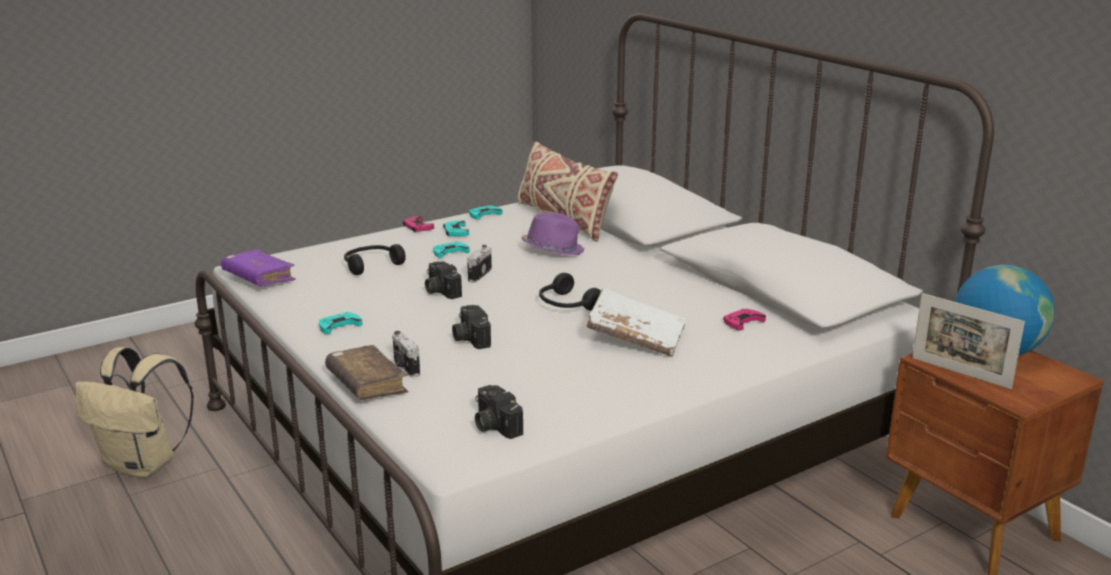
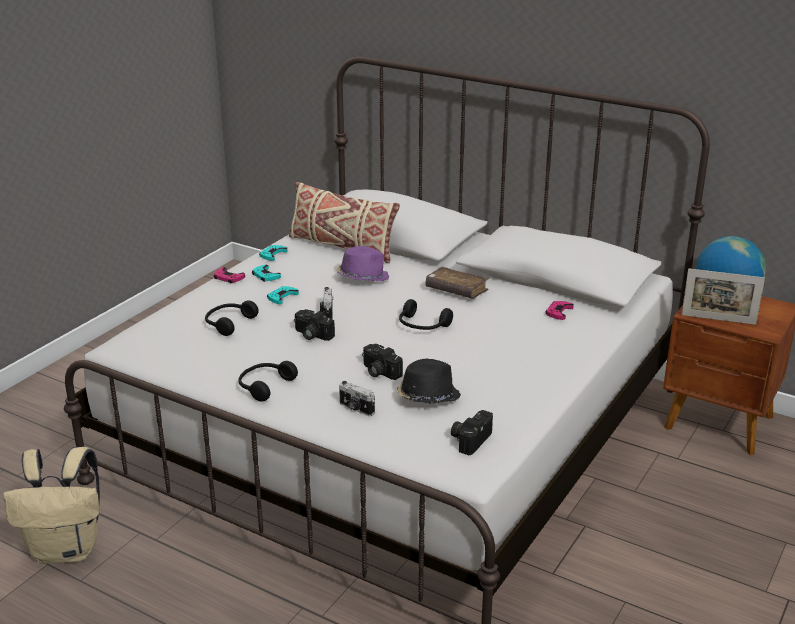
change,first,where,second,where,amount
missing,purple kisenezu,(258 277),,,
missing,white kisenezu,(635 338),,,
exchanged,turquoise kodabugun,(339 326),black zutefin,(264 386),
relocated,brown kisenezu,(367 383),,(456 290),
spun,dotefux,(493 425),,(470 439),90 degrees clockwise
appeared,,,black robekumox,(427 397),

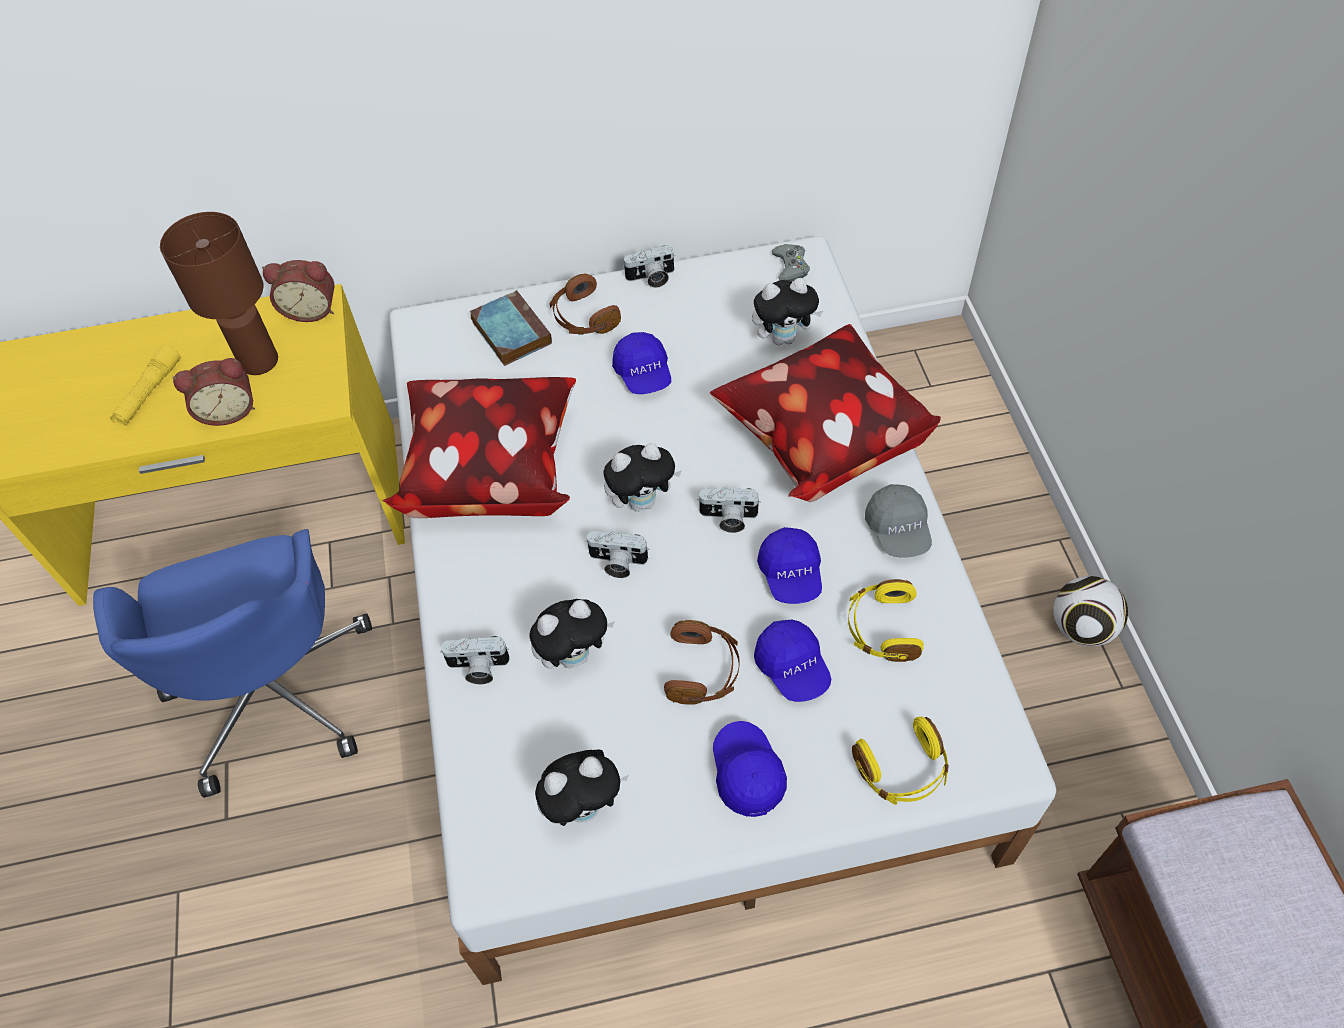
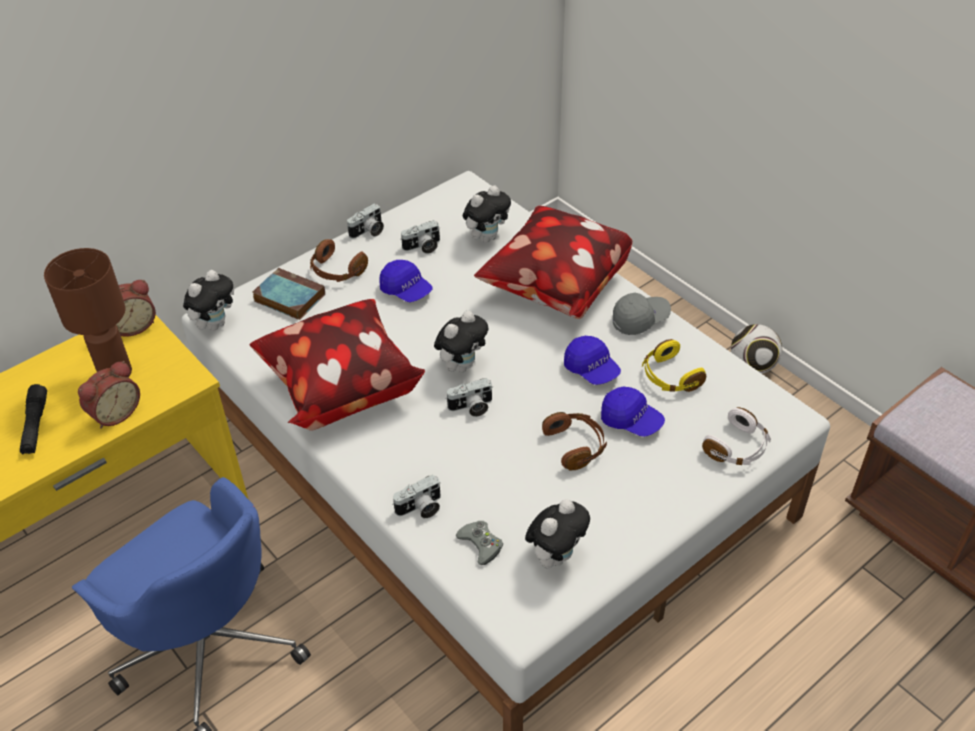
change,first,where,second,where,amount
relocated,grey kodabugun,(790 266),,(481 544),
colour,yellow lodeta,(149 393),black lodeta,(35 426),
spun,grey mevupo,(898 530),,(640 319),75 degrees counterclockwise
relocated,dotefux,(728 518),,(423 247),
relocated,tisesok,(574 655),,(215 324),
colour,yellow zutefin,(902 770),white zutefin,(737 448),
missing,blue mevupo,(747 773),,,

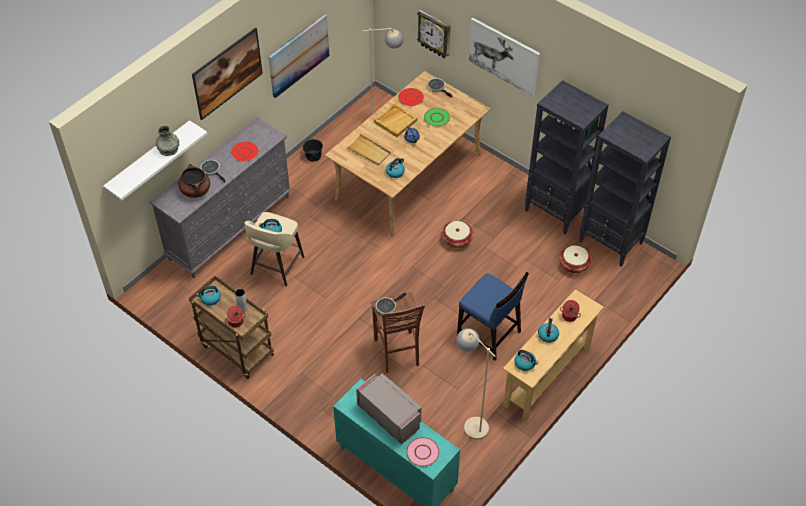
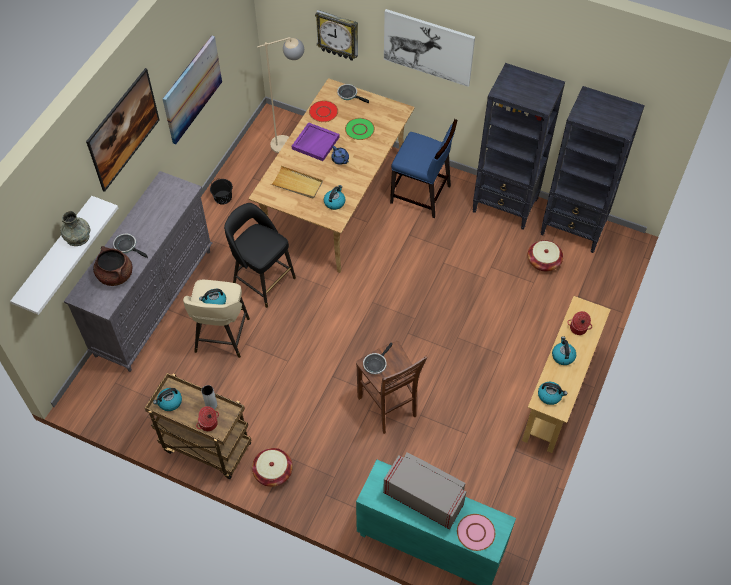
change,first,where,second,where,amount
colour,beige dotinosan,(395 121),purple dotinosan,(315 142),
missing,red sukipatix,(245 152),,,
relocated,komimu,(457 240),,(273 472),
relocated,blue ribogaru,(489 334),,(421 195),
missing,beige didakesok,(470 422),,,
appeared,,,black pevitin,(262 280),

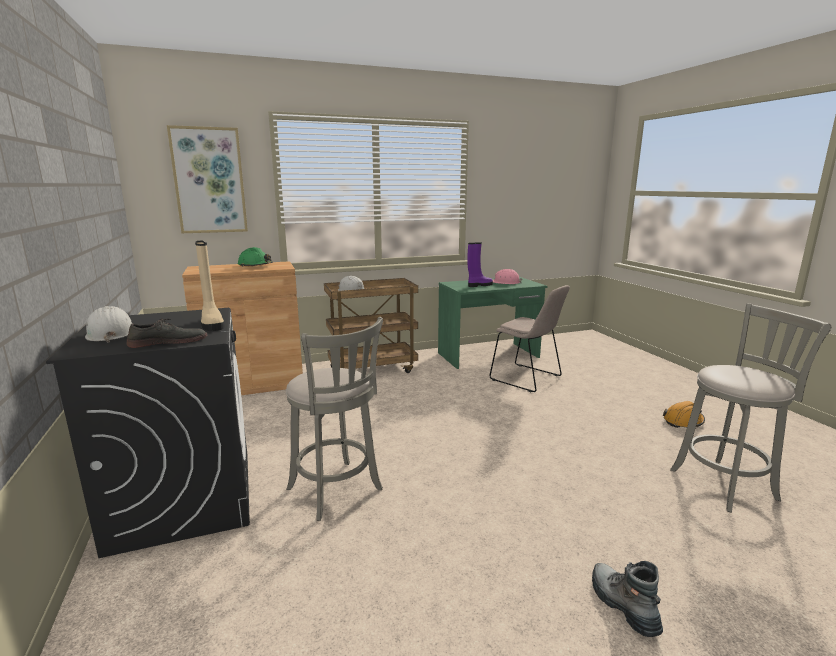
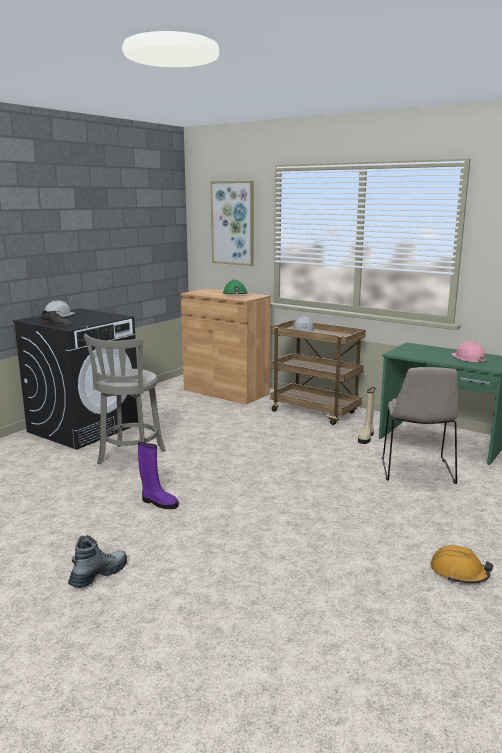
change,first,where,second,where,amount
relocated,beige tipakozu,(211 323),,(366 437),
relocated,purple tipakozu,(479 285),,(158 503),
missing,grey pevitin,(727 483),,,

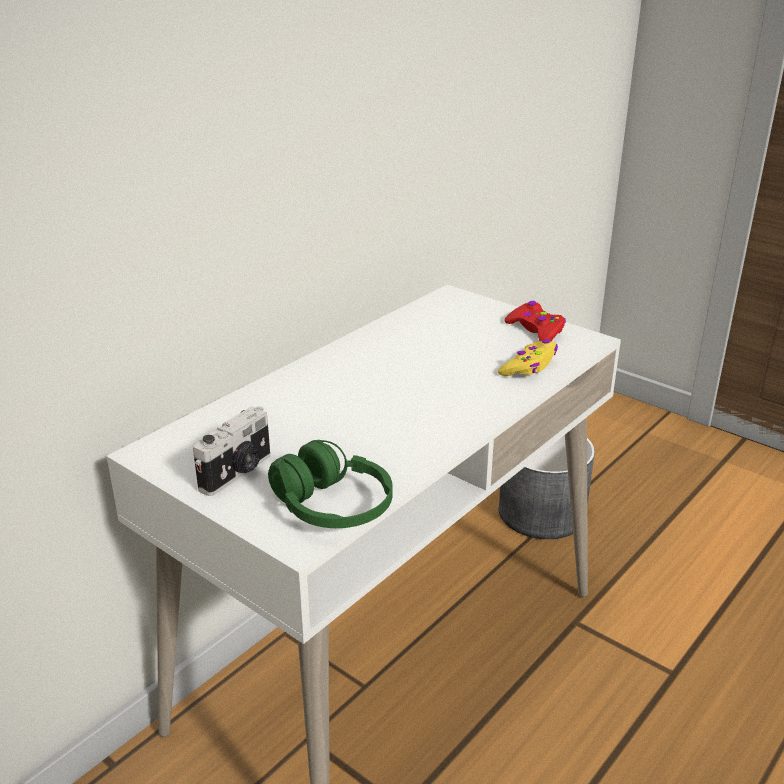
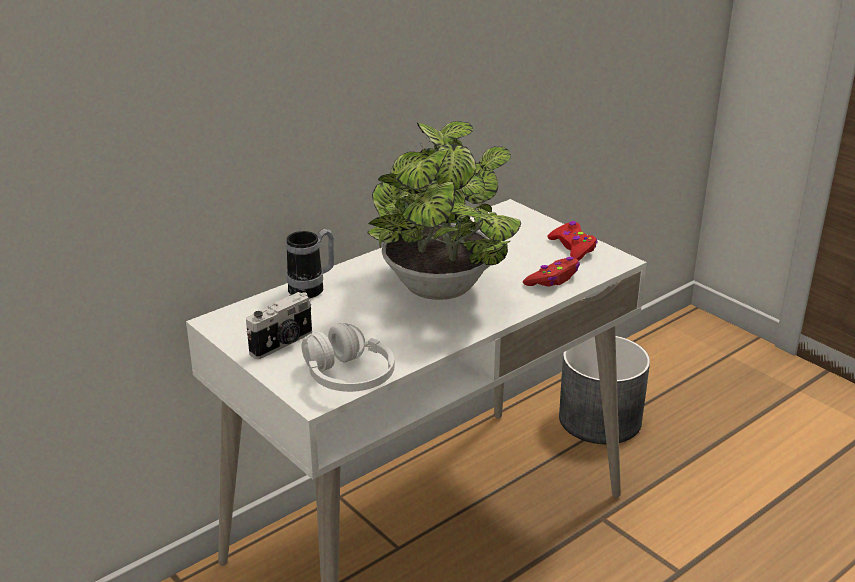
change,first,where,second,where,amount
colour,yellow kodabugun,(529 366),red kodabugun,(553 279),
colour,green zutefin,(332 507),white zutefin,(348 377),
appeared,,,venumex,(439 292),
appeared,,,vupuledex,(312 288),

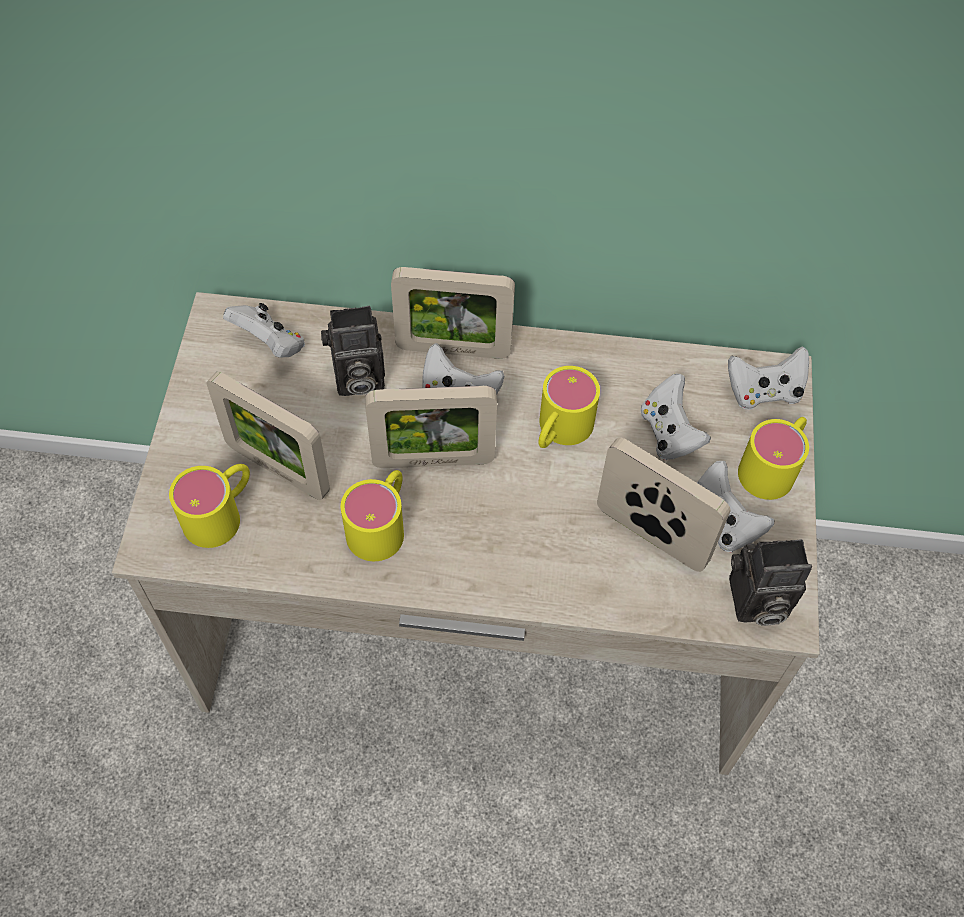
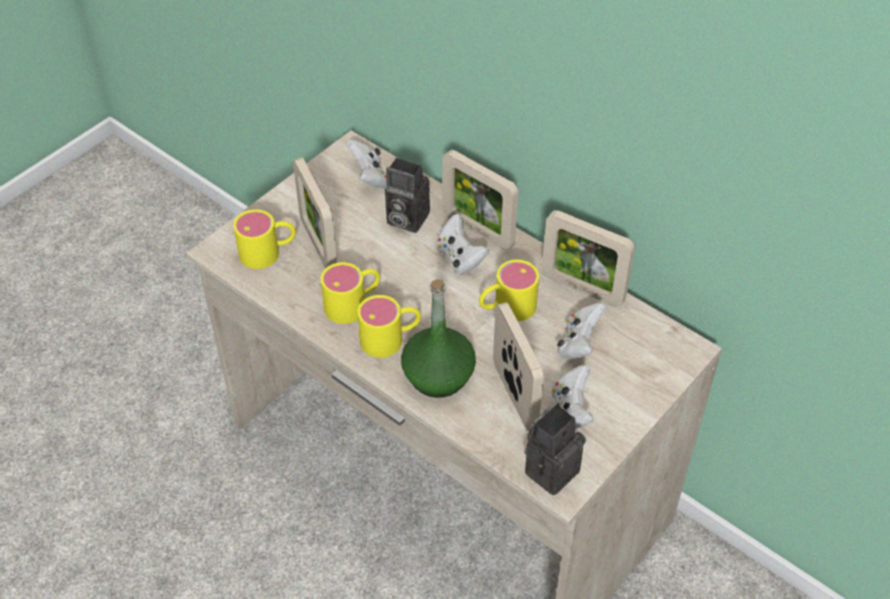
change,first,where,second,where,amount
missing,white kodabugun,(764 392),,,
relocated,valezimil,(433 460),,(582 289),
relocated,yellow vupuledex,(773 466),,(391 338),
spun,dotefux,(755 602),,(551 468),105 degrees clockwise
appeared,,,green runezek,(438 376),

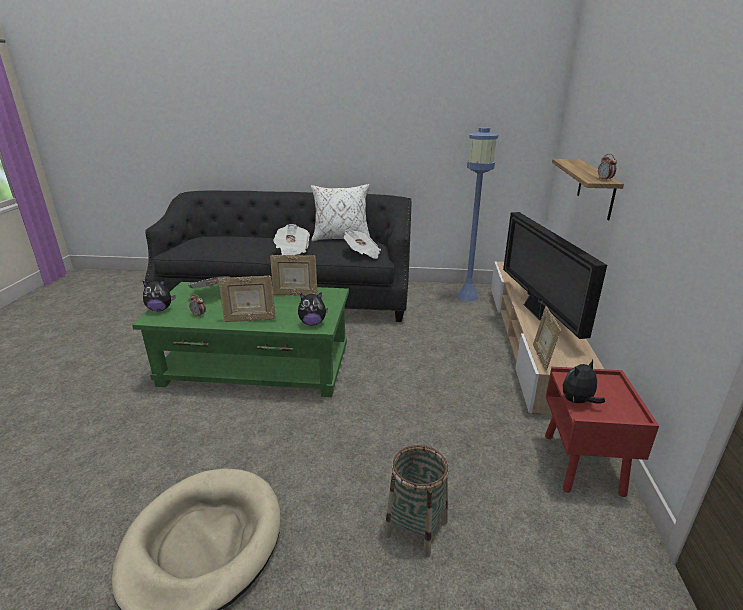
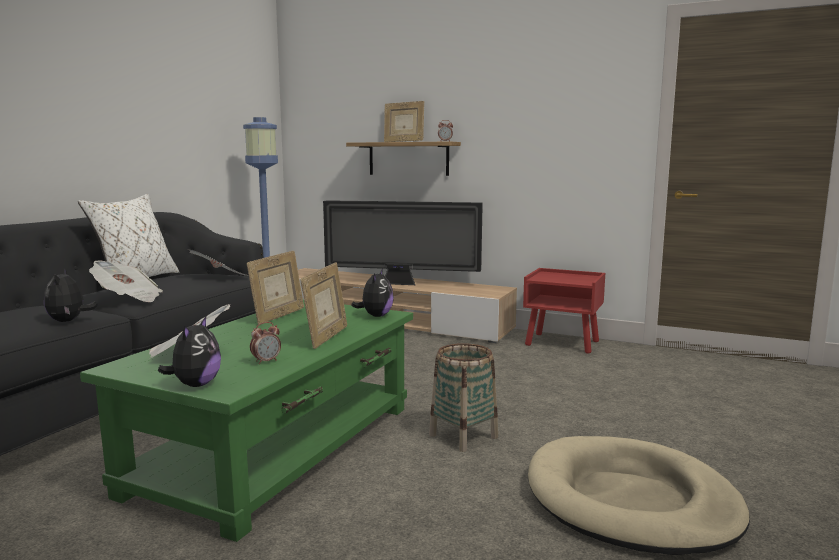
change,first,where,second,where,amount
relocated,valezimil,(542 357),,(403 142),
relocated,tisesok,(578 402),,(69 321),
relocated,komimu,(416 528),,(463 436),

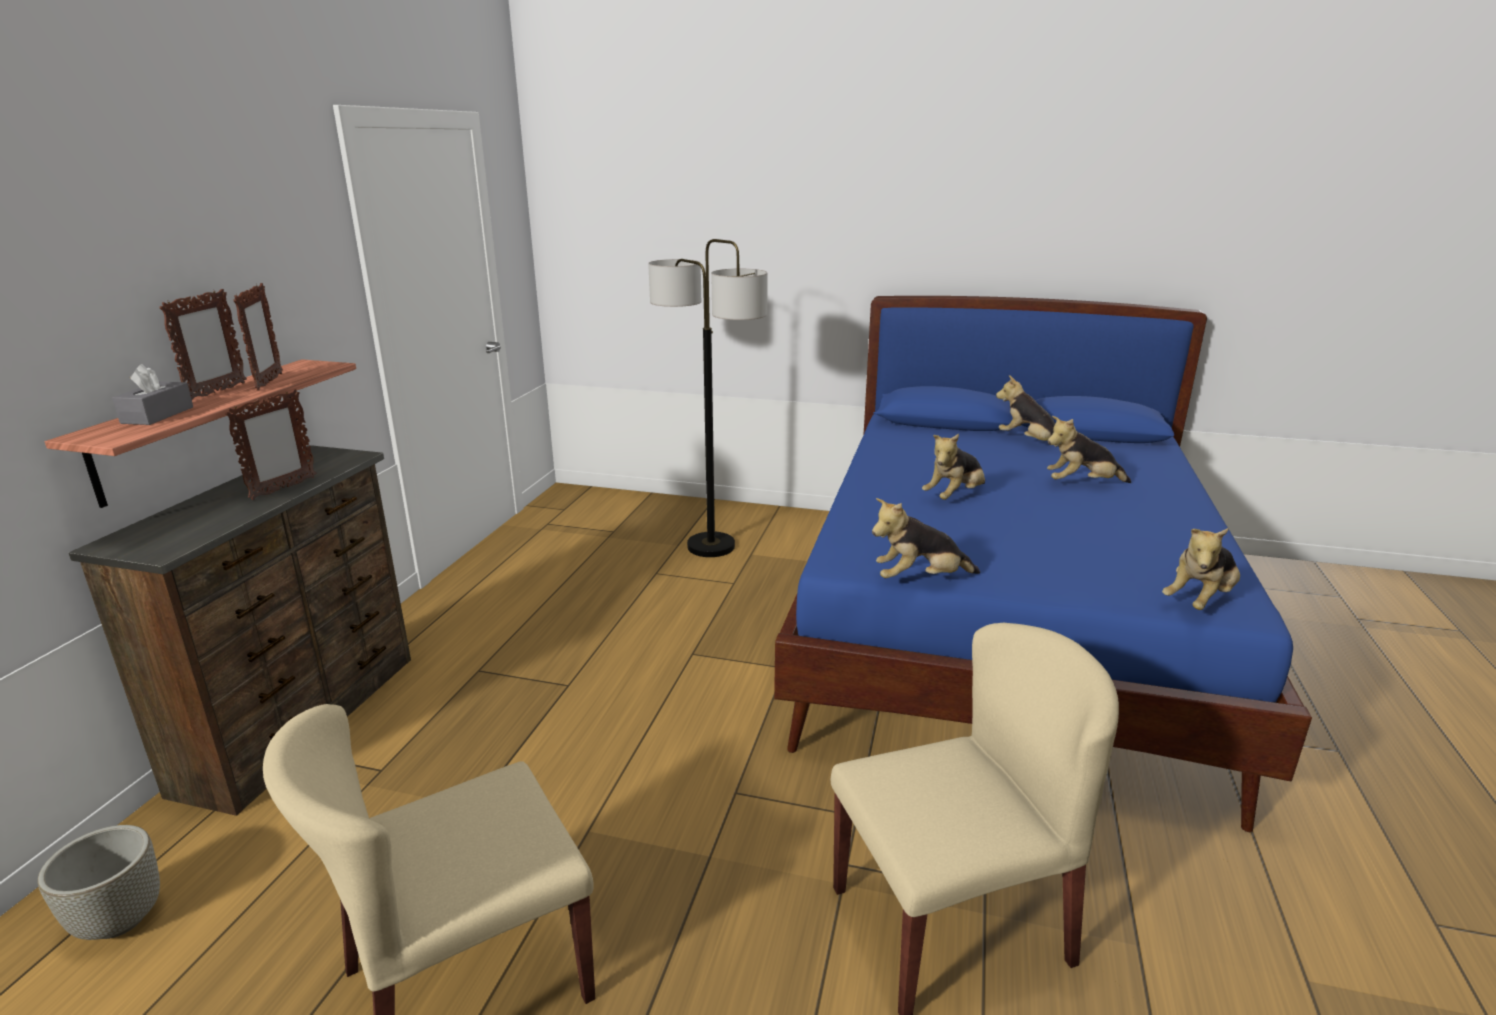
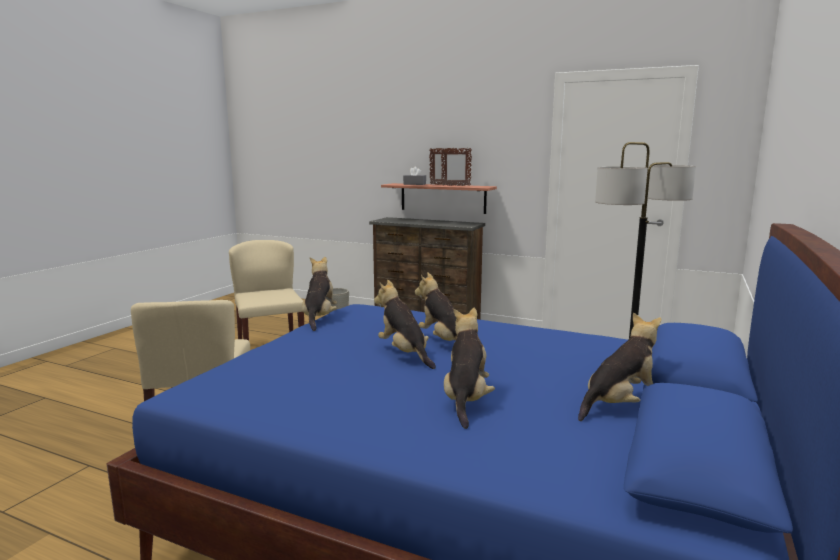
change,first,where,second,where,amount
missing,valezimil,(283 488),,,
relocated,tisesok,(1199 601),,(404 353),

